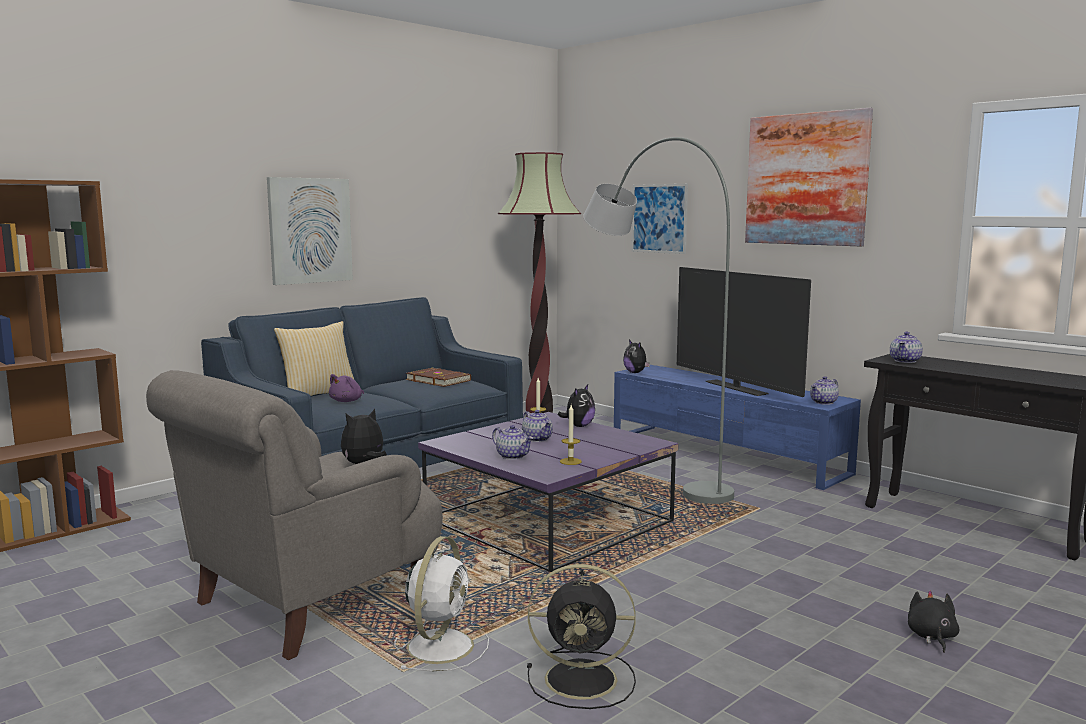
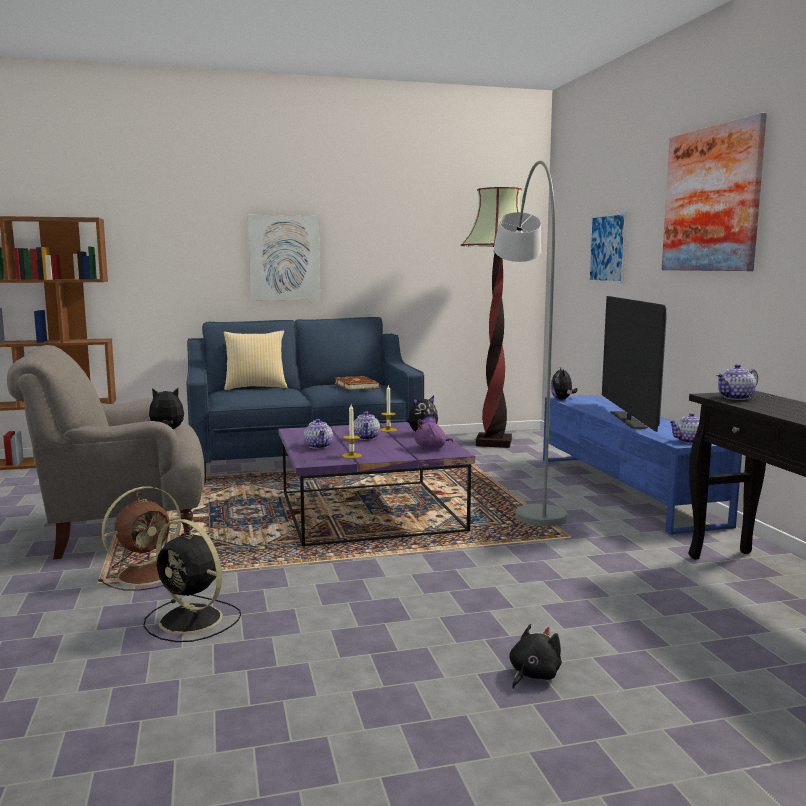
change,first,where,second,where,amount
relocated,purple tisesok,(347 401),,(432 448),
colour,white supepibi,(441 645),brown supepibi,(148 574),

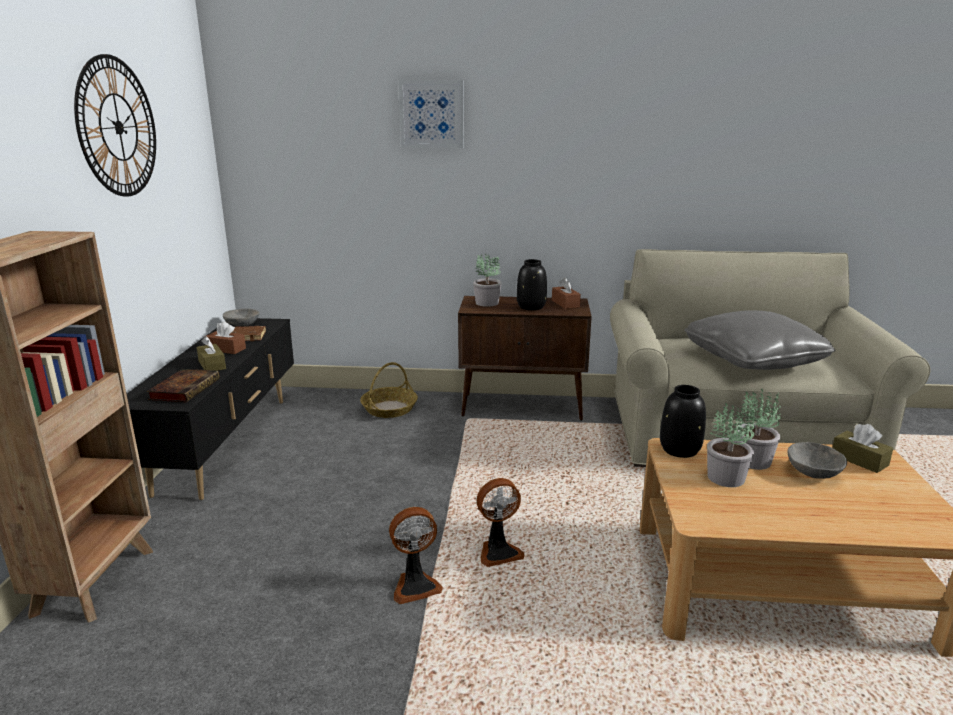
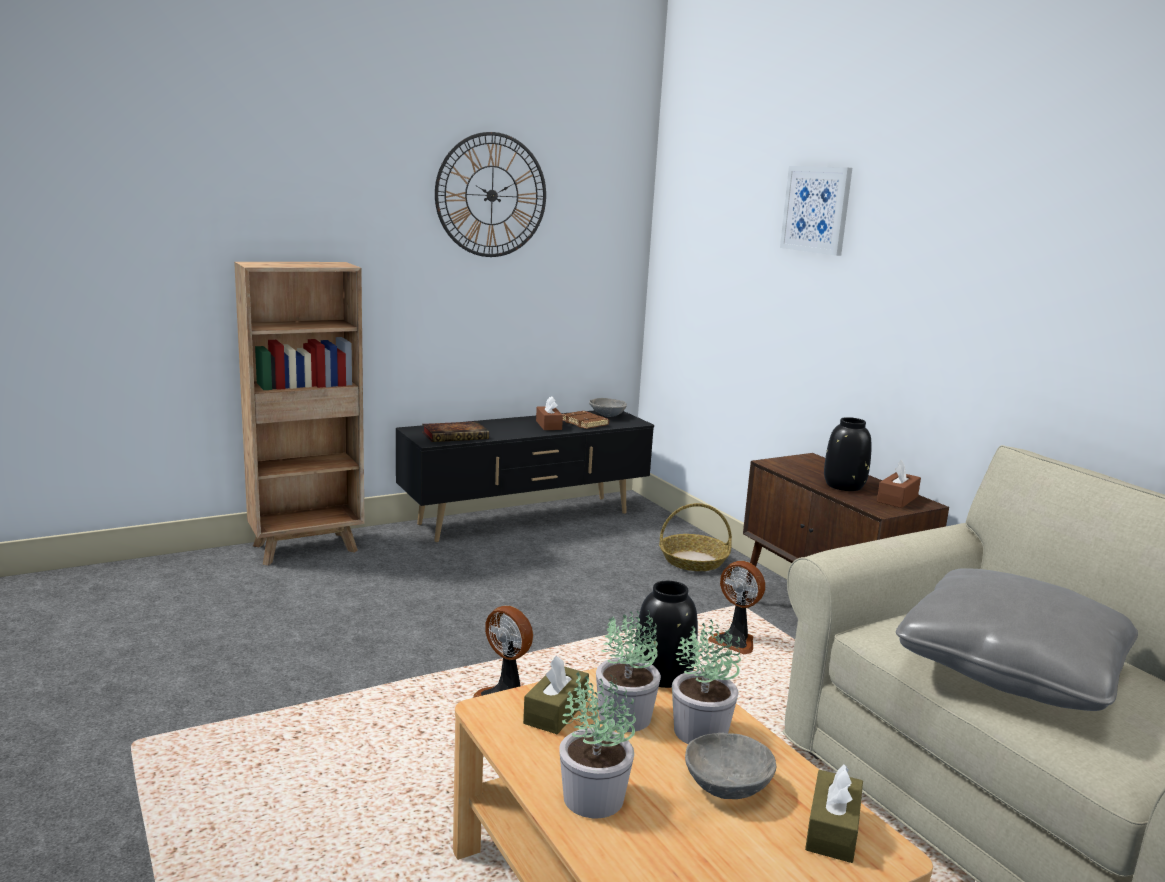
change,first,where,second,where,amount
relocated,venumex,(487 303),,(592 798),
relocated,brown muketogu,(212 365),,(556 711),
relocated,supepibi,(415 586),,(735 642),

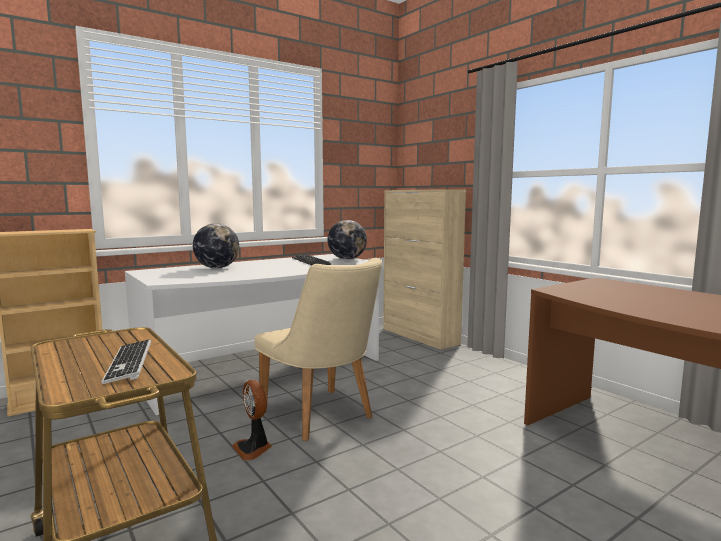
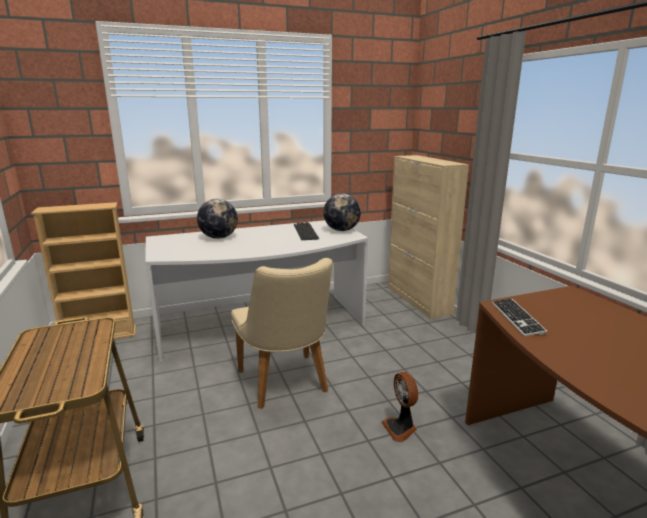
change,first,where,second,where,amount
relocated,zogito,(129 363),,(517 318),
relocated,supepibi,(253 448),,(401 428),

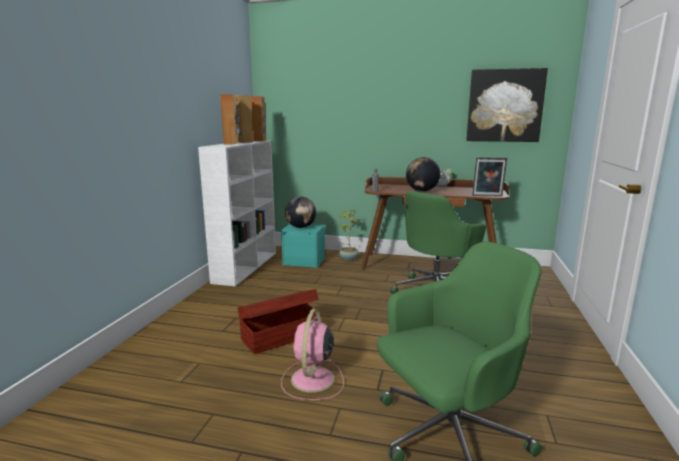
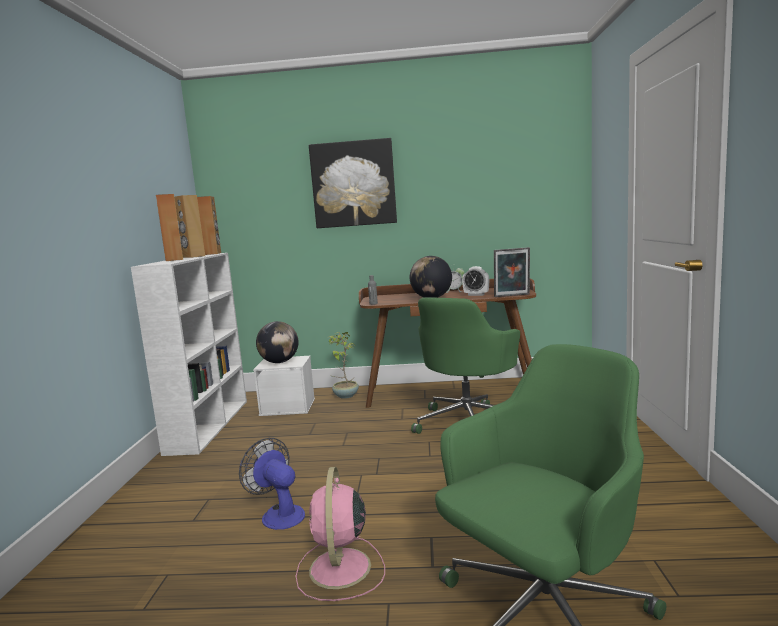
change,first,where,second,where,amount
relocated,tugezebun,(504 106),,(353 184),
colour,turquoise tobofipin,(304 261),white tobofipin,(288 407),
exchanged,brown tobofipin,(280 336),supepibi,(278 514),
appeared,,,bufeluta,(476 295),

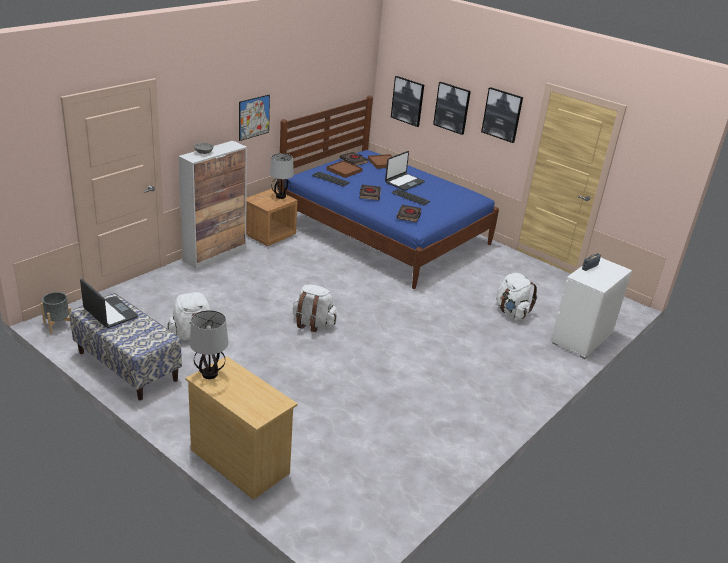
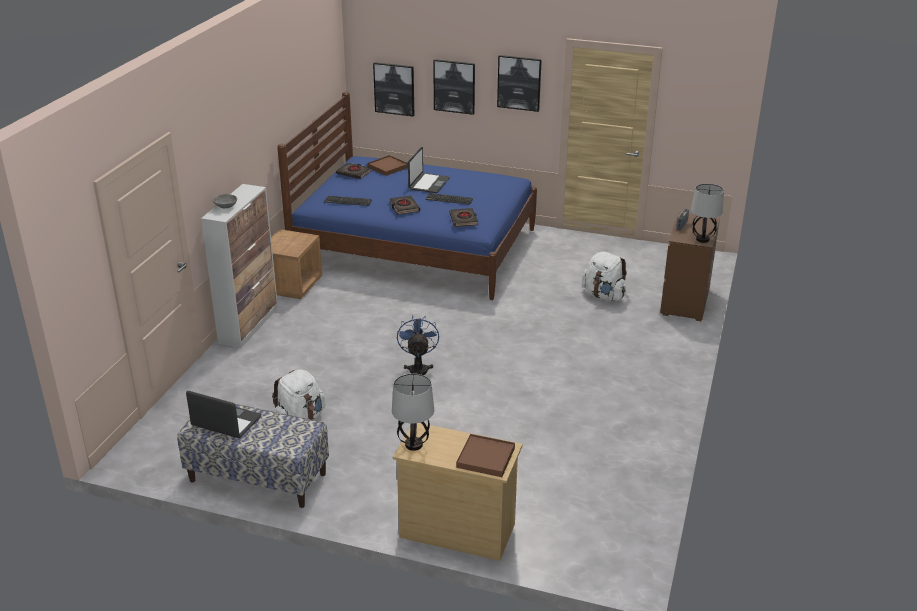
change,first,where,second,where,amount
missing,tugezebun,(254 117),,,
relocated,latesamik,(281 196),,(703 239),
relocated,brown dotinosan,(344 170),,(486 458),
colour,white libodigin,(581 338),brown libodigin,(685 302),
exchanged,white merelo,(313 324),blue supepibi,(418 369),
missing,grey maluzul,(58 325),,,

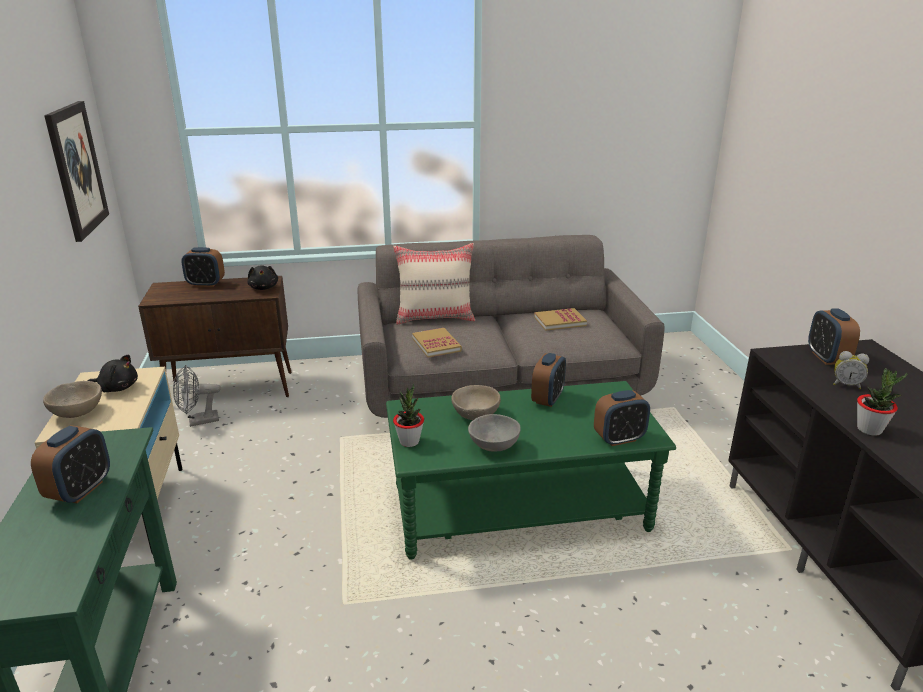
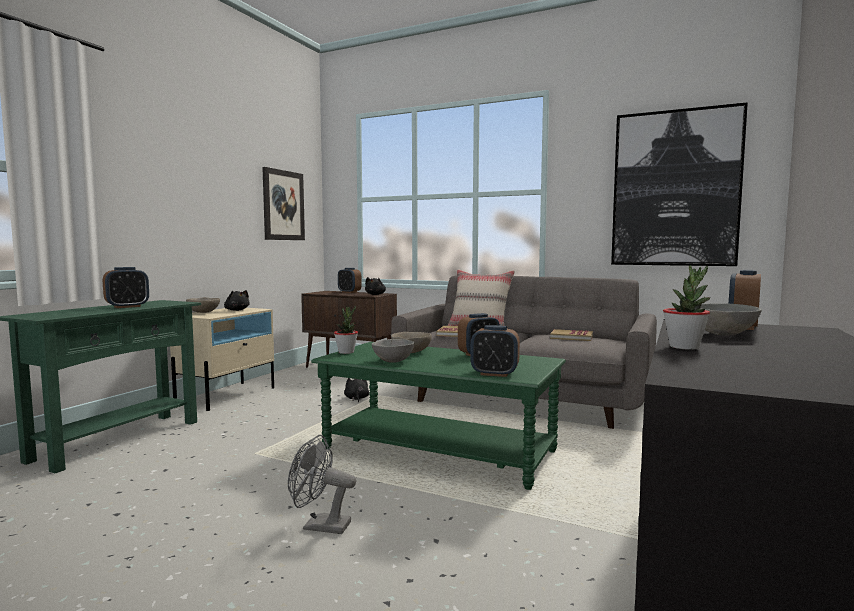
change,first,where,second,where,amount
exchanged,bufeluta,(846 385),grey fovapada,(725 334),
relocated,grey supepibi,(198 421),,(319 526),
appeared,,,tugezebun,(675 189),
appeared,,,black tisesok,(356 399),

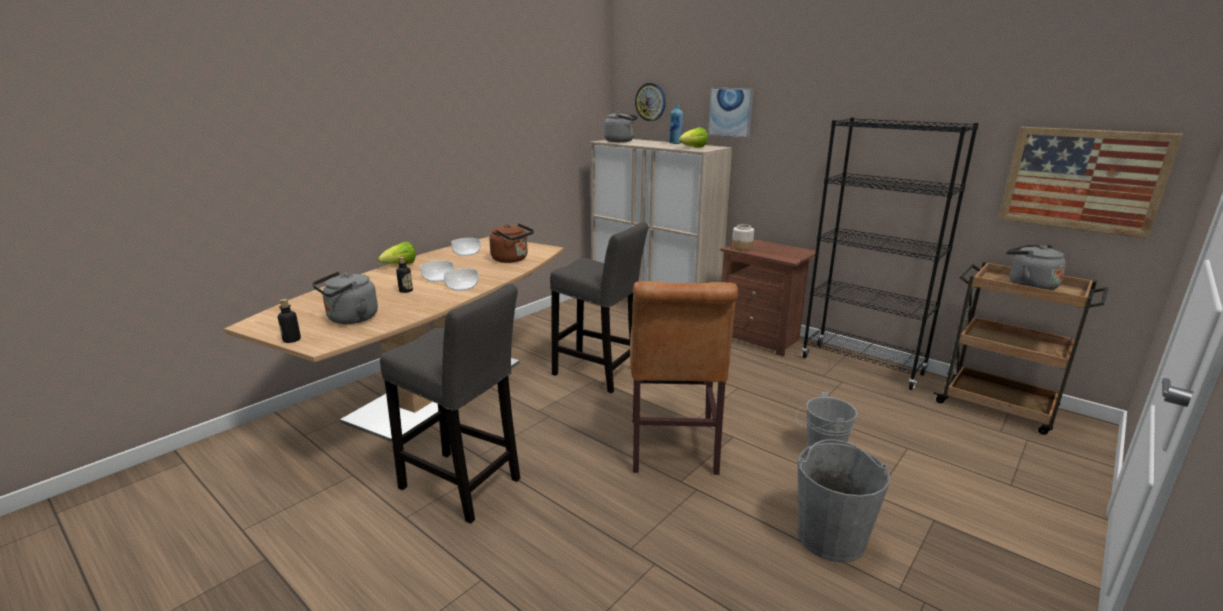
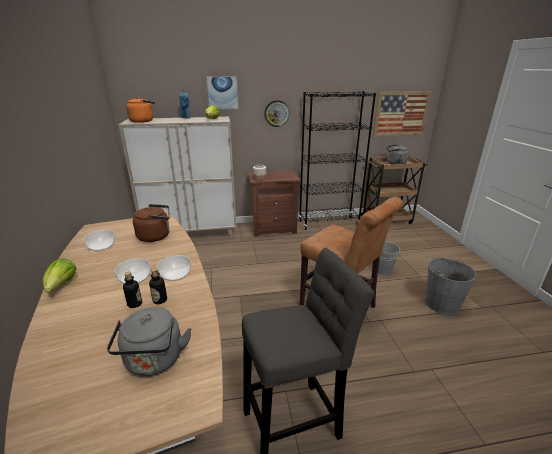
change,first,where,second,where,amount
relocated,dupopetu,(650 102),,(276 113),
colour,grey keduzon,(621 141),orange keduzon,(143 121),
missing,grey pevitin,(599 374),,,
relocated,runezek,(292 340),,(160 300),

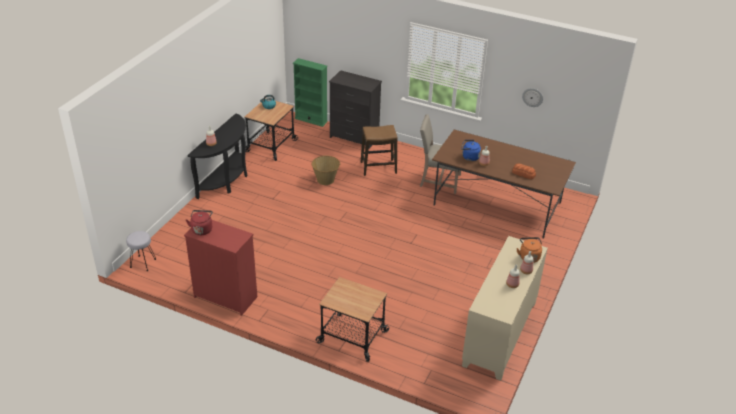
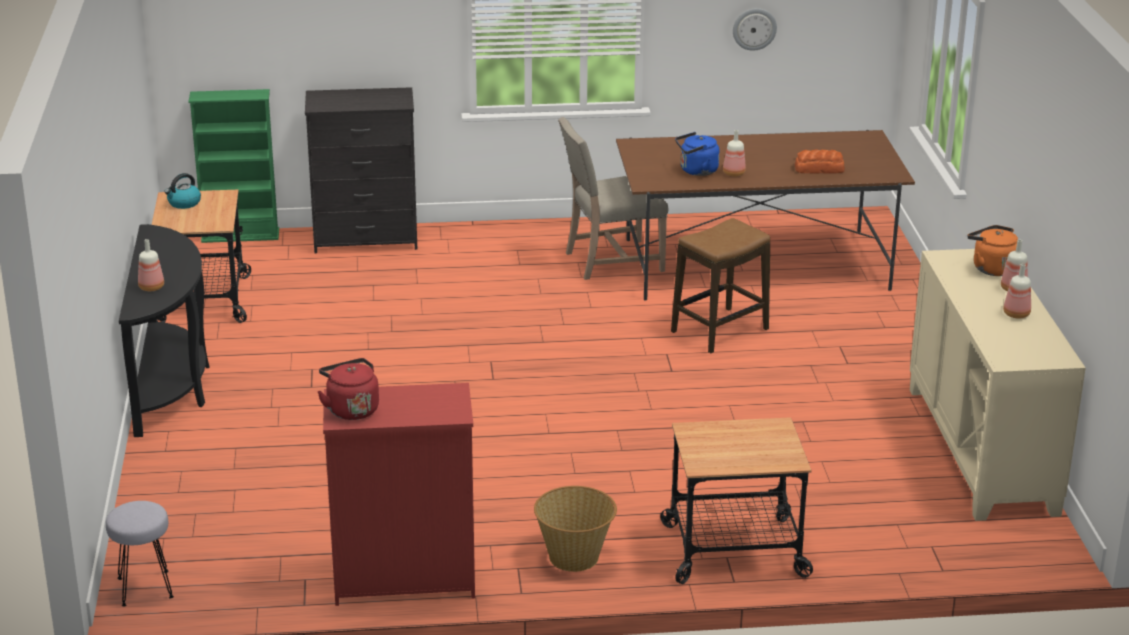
change,first,where,second,where,amount
relocated,pevitin,(378 168),,(720 330),
relocated,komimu,(326 180),,(574 556),

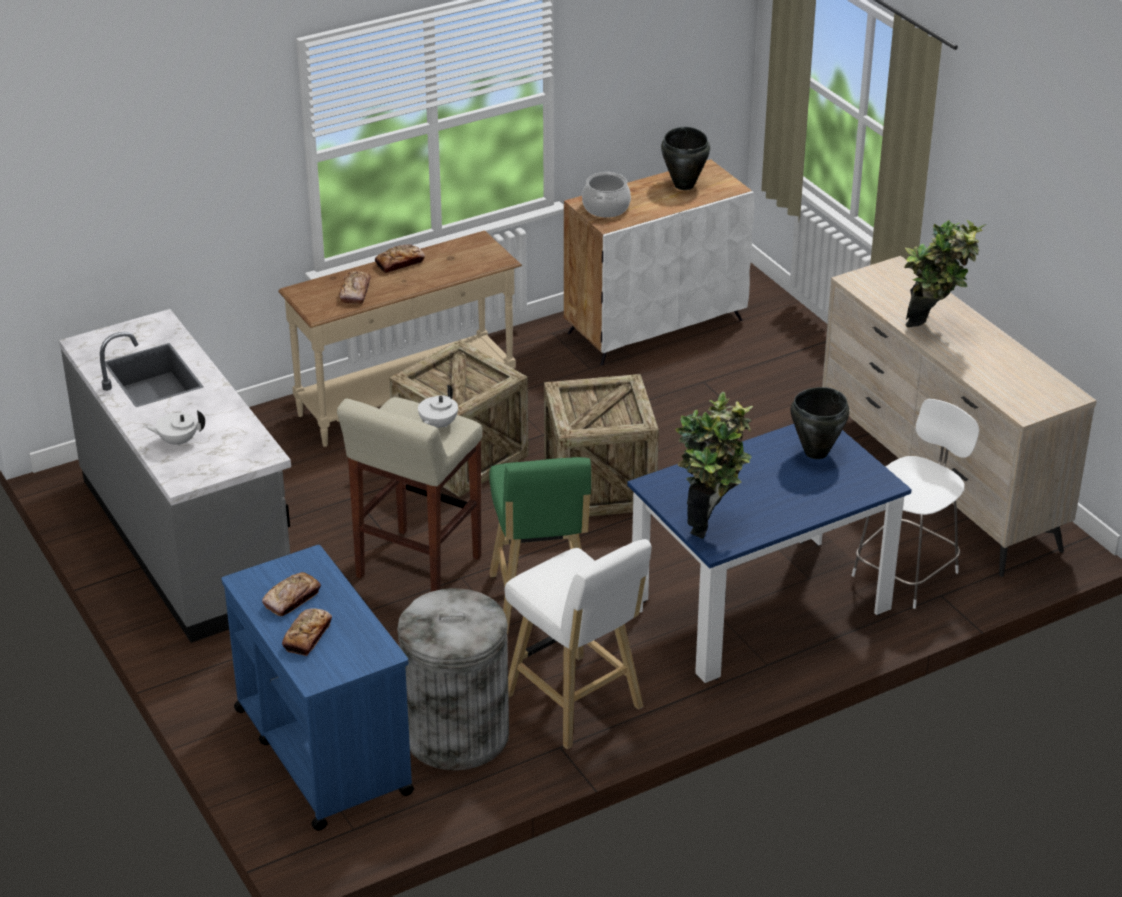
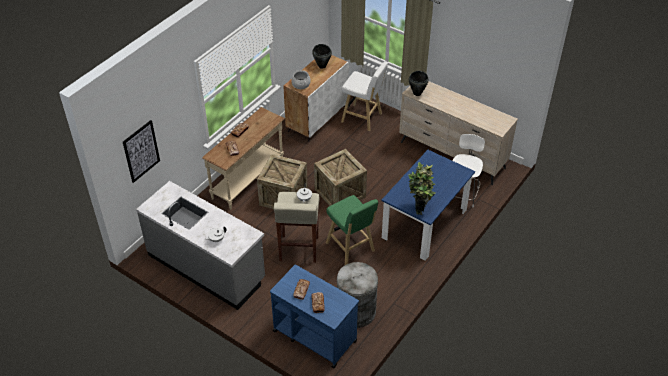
change,first,where,second,where,amount
missing,venumex,(935 328),,,
relocated,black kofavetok,(815 452),,(417 93),
relocated,white pevitin,(577 705),,(363 118),
appeared,,,tugezebun,(141 151),

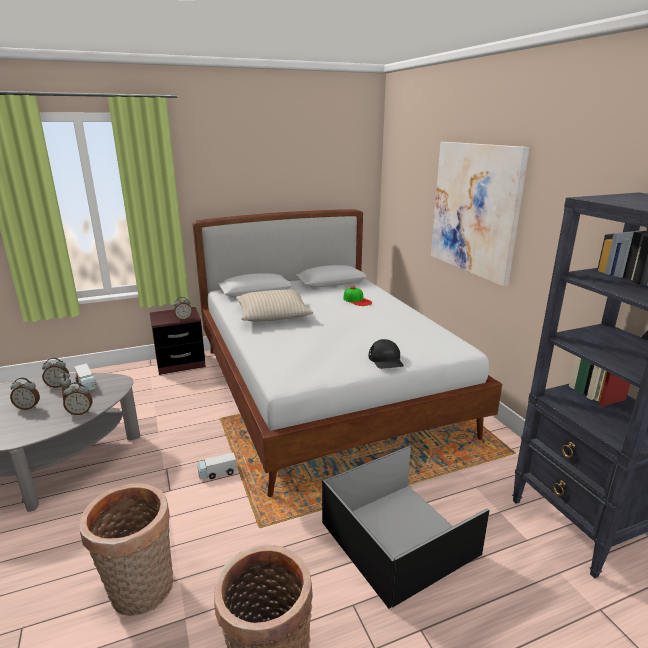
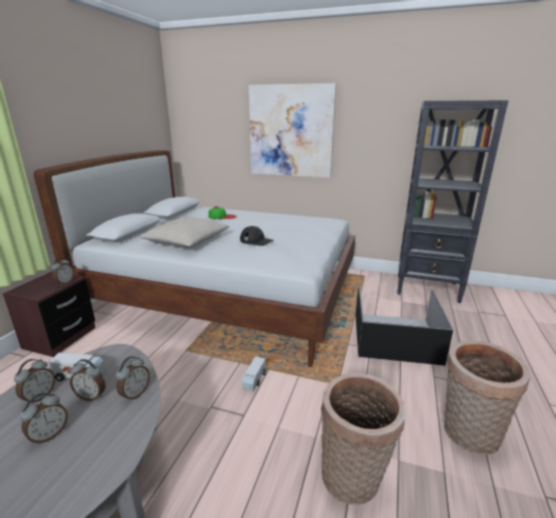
change,first,where,second,where,amount
relocated,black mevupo,(386 360),,(256 241),

